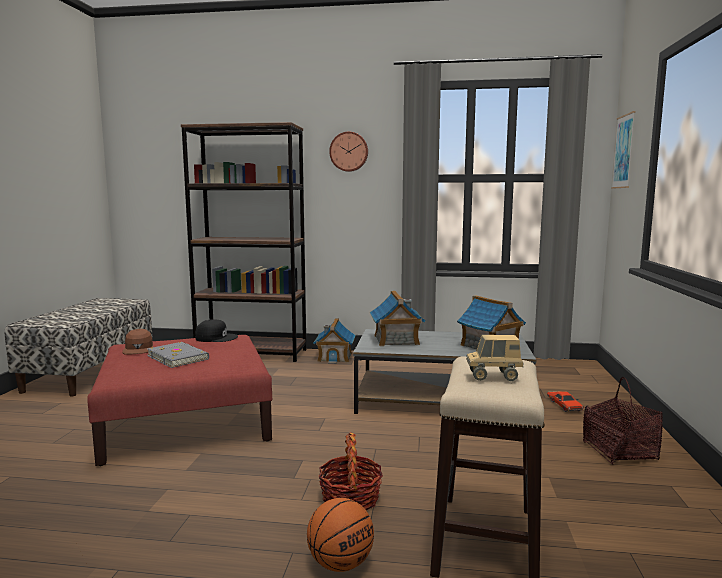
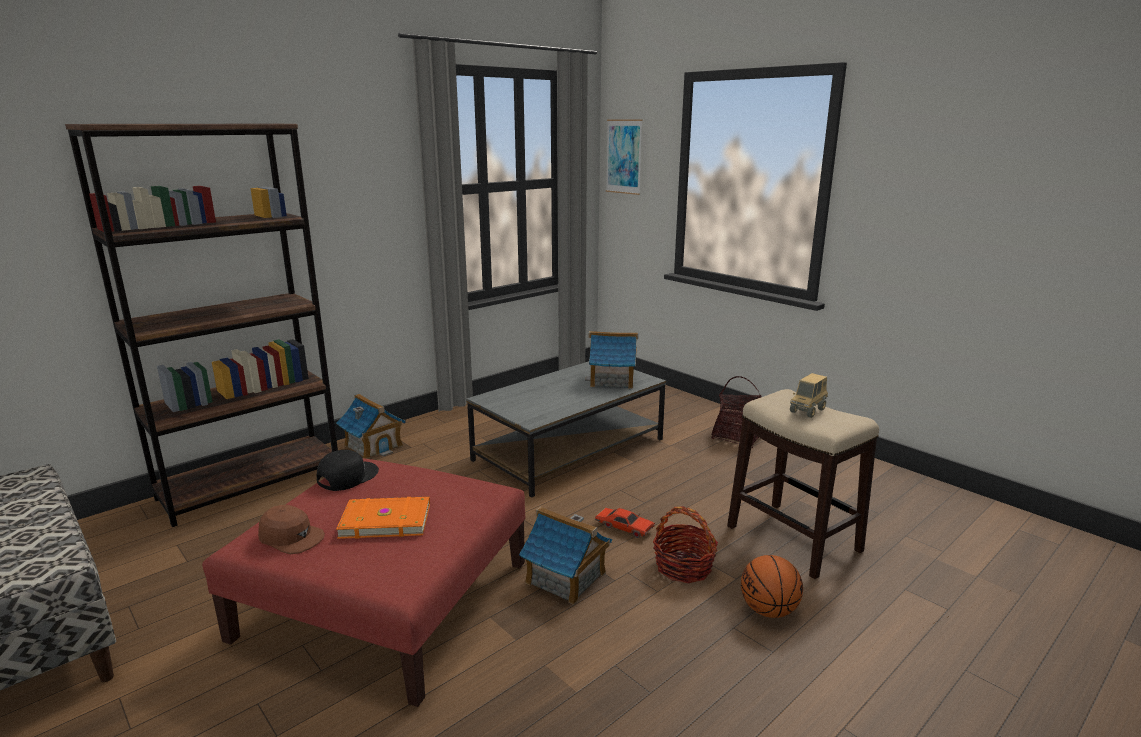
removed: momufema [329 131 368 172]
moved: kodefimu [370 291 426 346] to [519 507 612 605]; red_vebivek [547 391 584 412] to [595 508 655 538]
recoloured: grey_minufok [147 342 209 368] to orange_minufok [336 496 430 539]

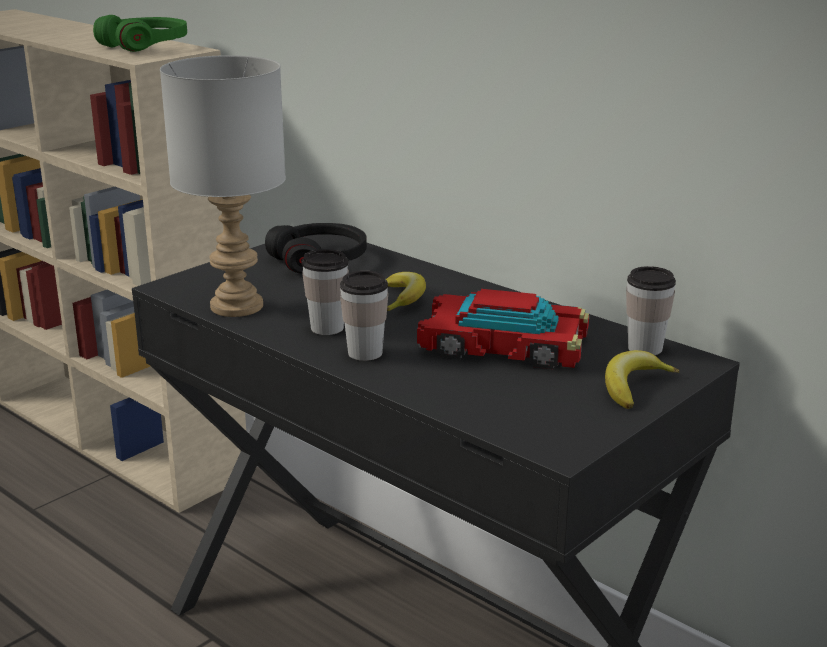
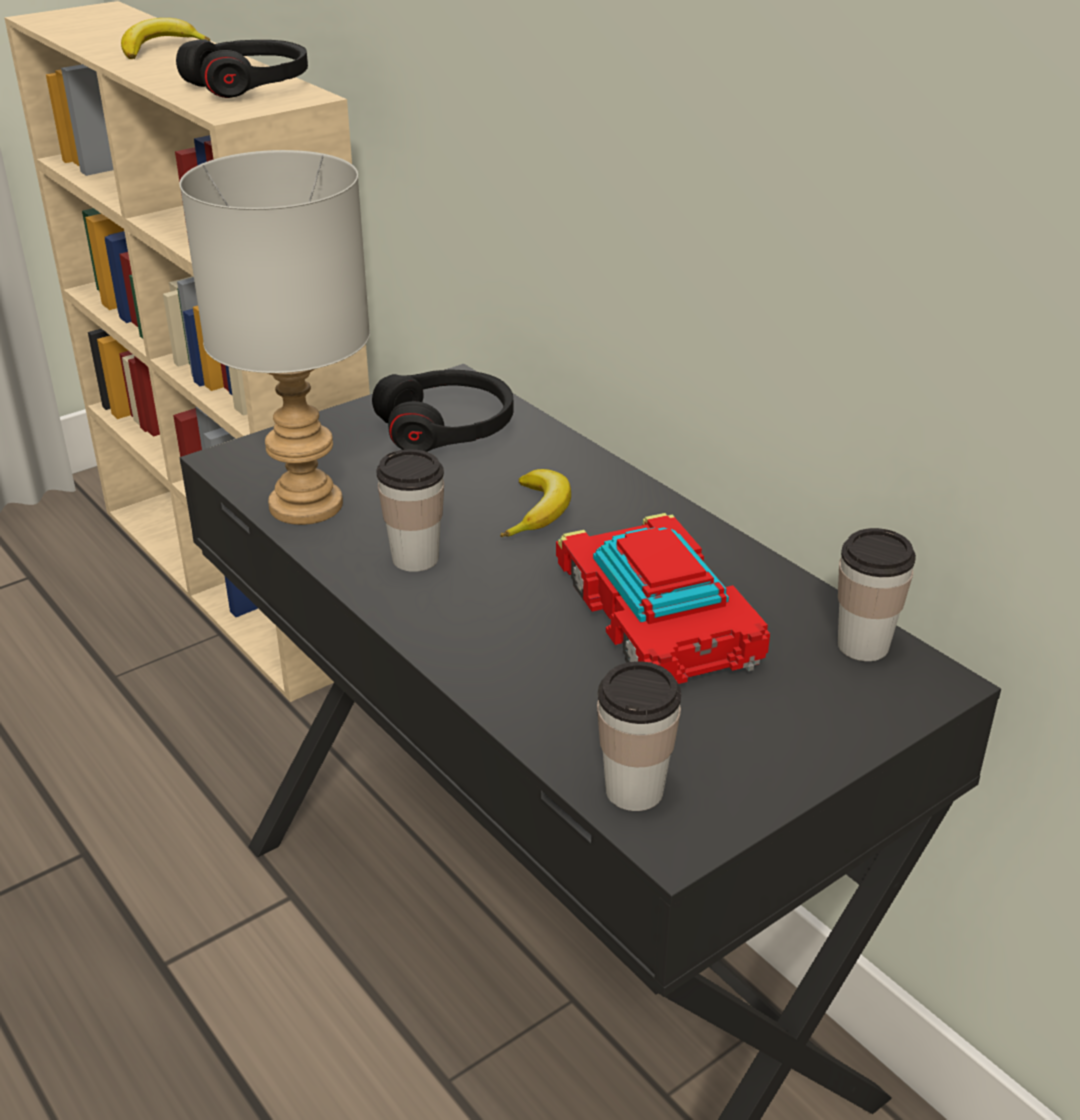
moved: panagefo [340 271 388 361] to [597 661 681 811]; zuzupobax [605 350 679 409] to [121 18 210 59]
recoloured: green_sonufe [93 15 187 52] to black_sonufe [176 39 308 98]
turned: vebivek [417 289 589 369] = [556 513 770 684] 135 degrees counterclockwise

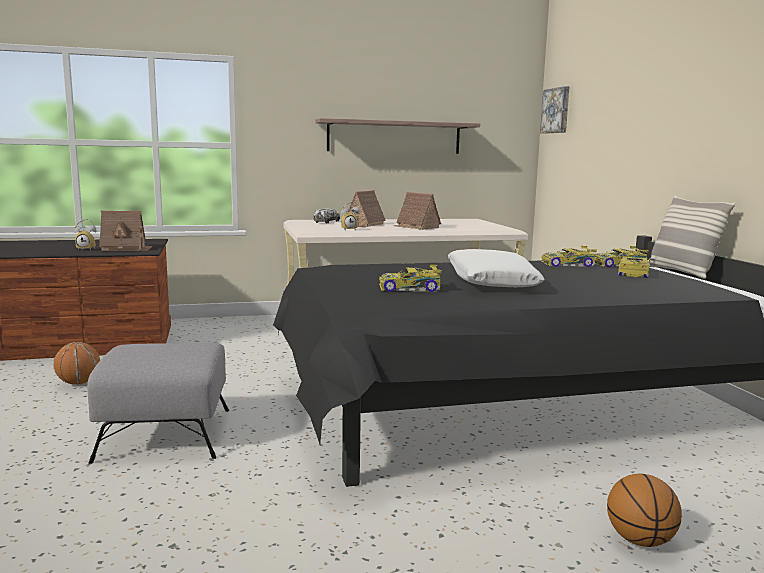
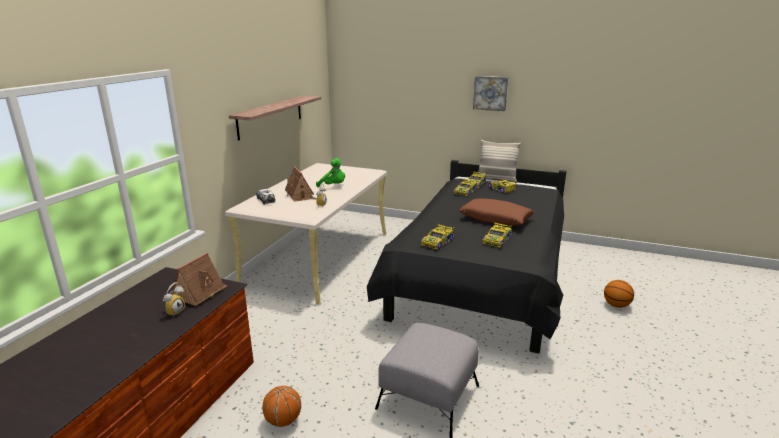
added: vebivek [421 224 455 250]
moved: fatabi [540 86 570 134] to [473 76 508 111]
replaced: kodefimu [394 192 441 230] to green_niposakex [316 158 345 187]
recoloured: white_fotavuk [448 249 545 287] to brown_fotavuk [459 198 534 226]

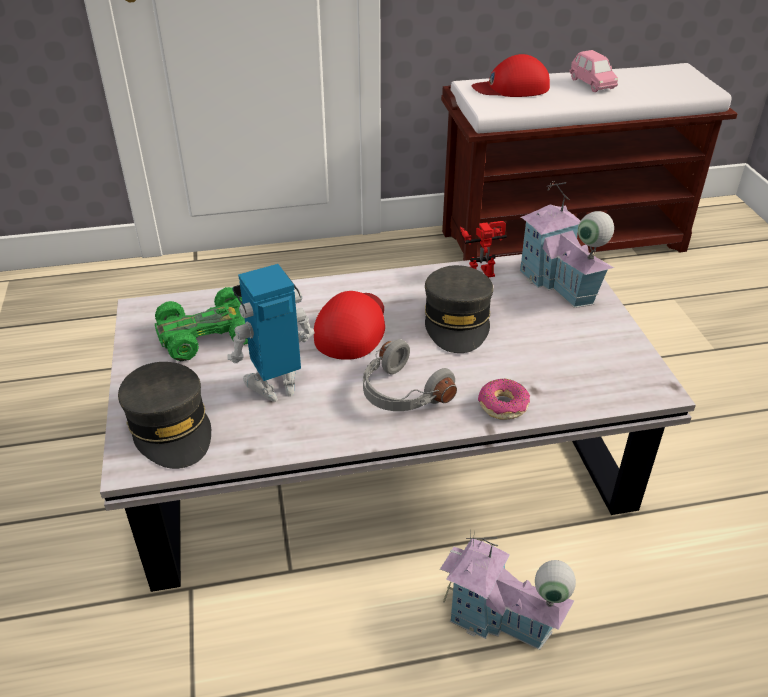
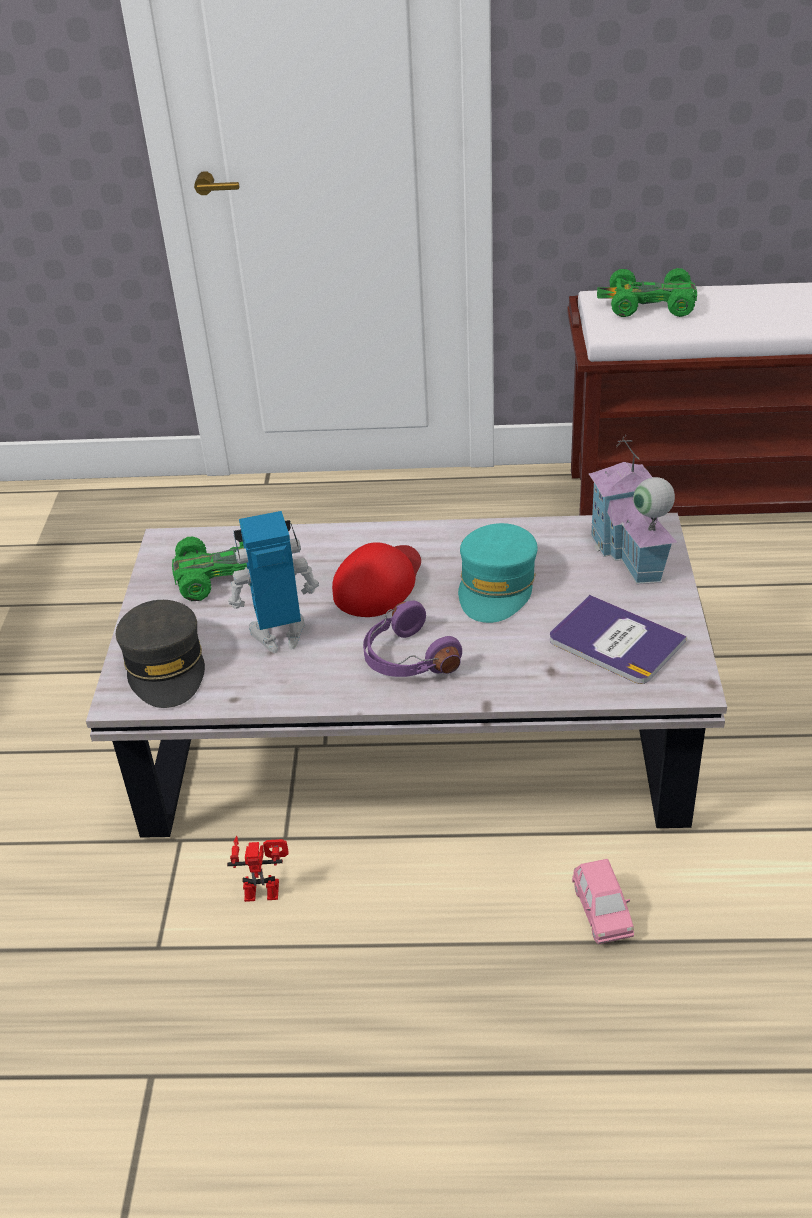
removed: kodefimu [440 530 576 650]; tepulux [478 378 530 420]
added: minufok [550 595 687 684]
moved: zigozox [460 221 507 277] to [227 836 288 902]; pink_vebivek [570 50 618 92] to [572 859 634 944]
replaced: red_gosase [472 54 550 97] to green_vebivek [597 268 697 317]
recoloured: grey_sonufe [363 339 457 411] to purple_sonufe [363 601 462 677]; grey_gosase [425 265 493 353] to turquoise_gosase [458 523 538 623]

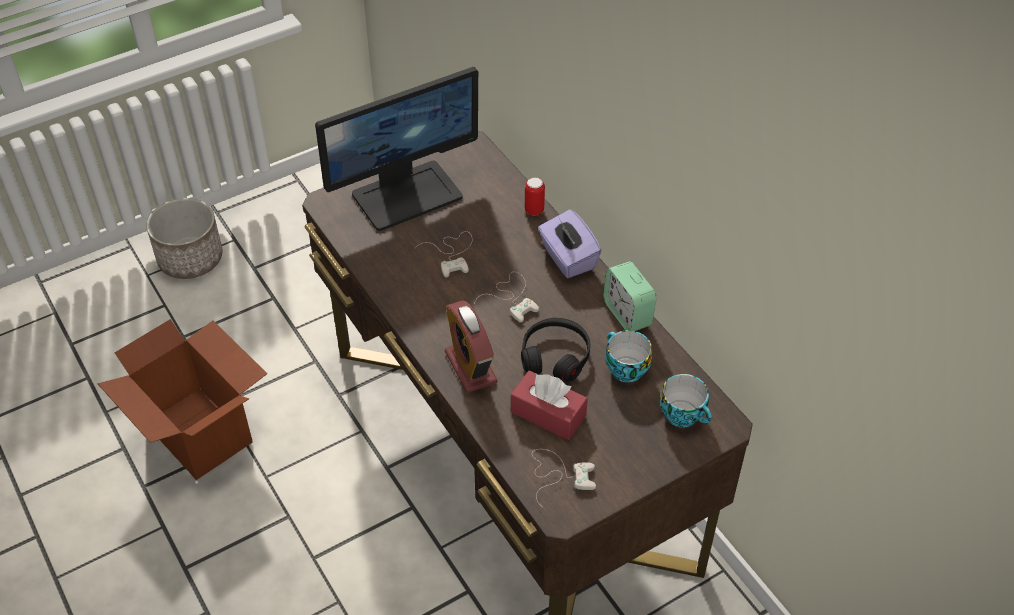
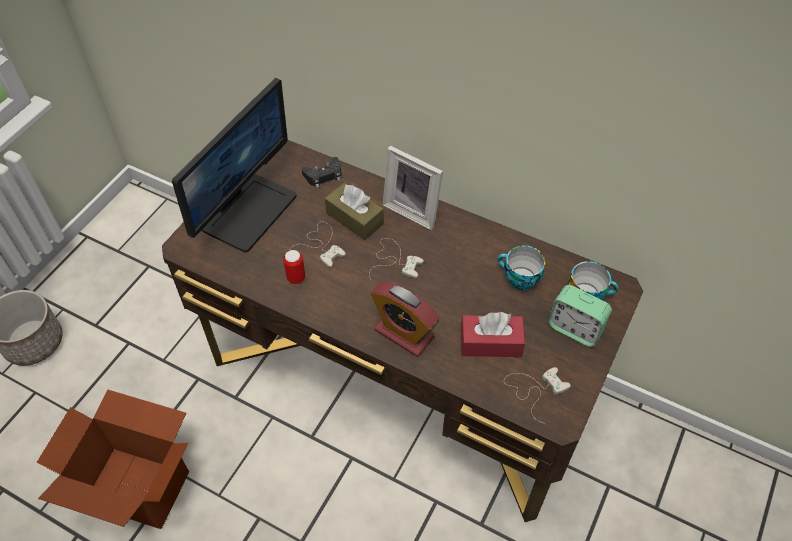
removed: black_sonufe [521 318 590 382]
added: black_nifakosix [302 157 342 188]; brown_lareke [325 183 384 240]
moved: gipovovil [525 177 545 215] to [283 250 305 284]; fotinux [603 261 657 331] to [548 285 612 347]
replaced: purple_lareke [538 209 602 278] to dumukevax [383 146 443 230]

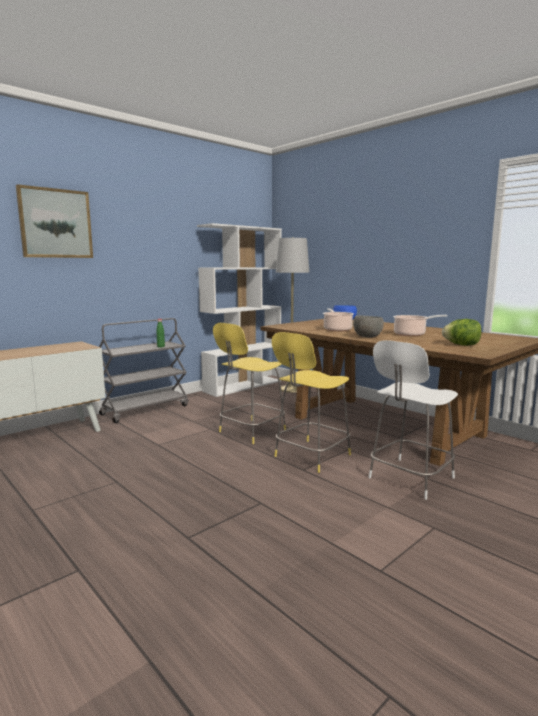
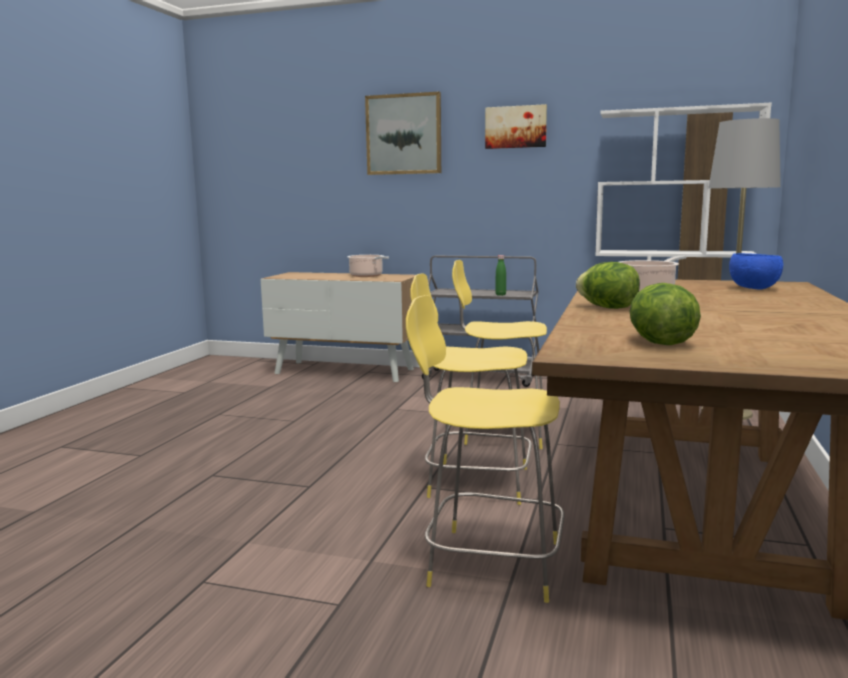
added: fatabi [485 104 547 149]
moved: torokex [393 315 448 336] to [347 255 389 277]
replaced: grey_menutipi [353 316 384 338] to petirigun [576 262 640 309]
recoloured: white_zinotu [368 340 458 500] to yellow_zinotu [406 295 565 603]

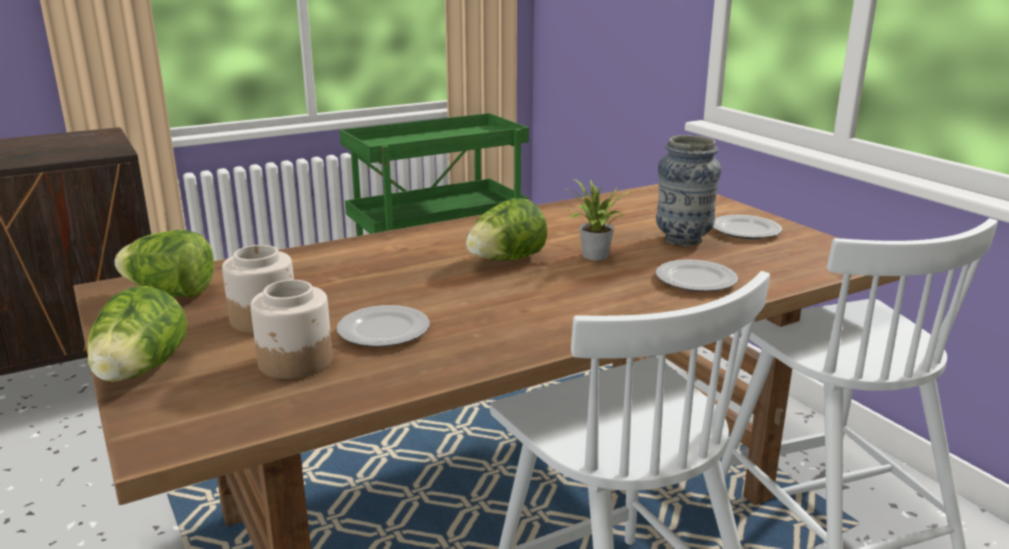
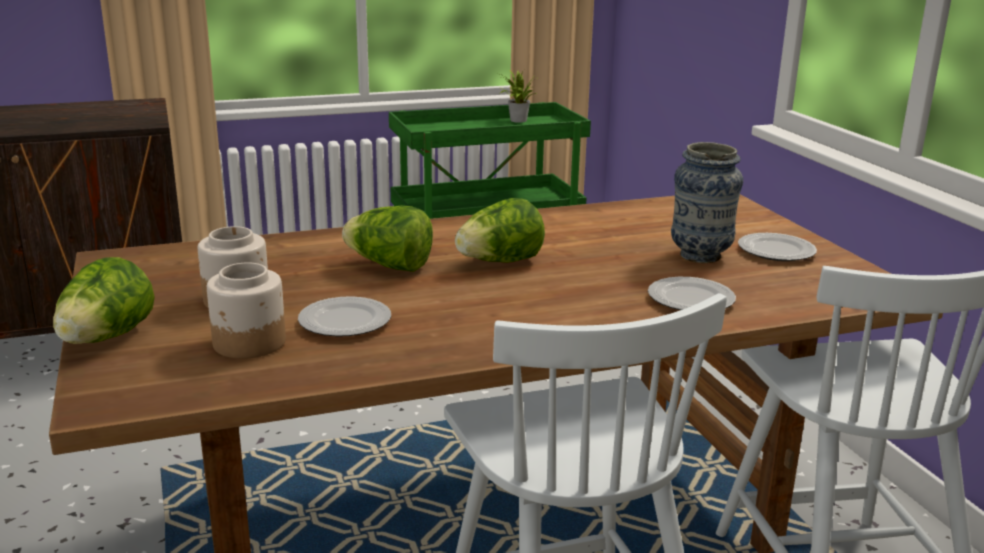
moved: petirigun [115 230 214 297] to [342 205 433 272]; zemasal [564 179 632 261] to [498 70 537 123]

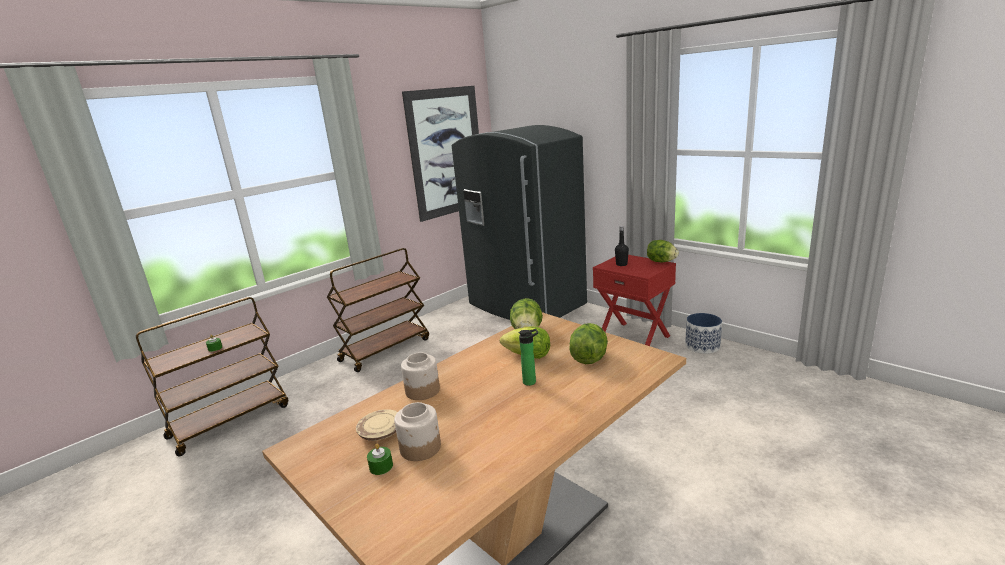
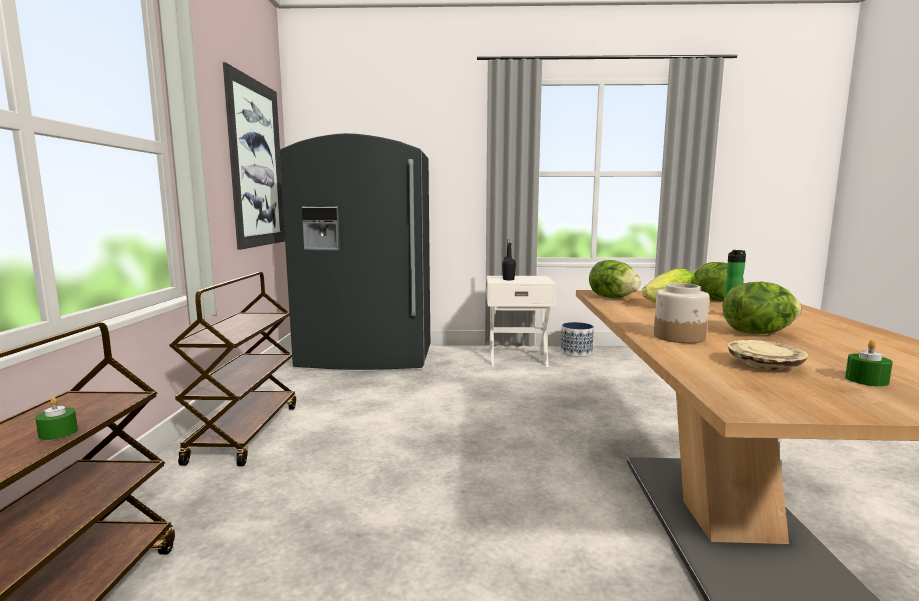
removed: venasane [394 402 441 461]
moved: petirigun [647 240 679 262] to [723 282 802 334]
recoloured: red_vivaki [593 255 676 346] to white_vivaki [486 276 555 367]

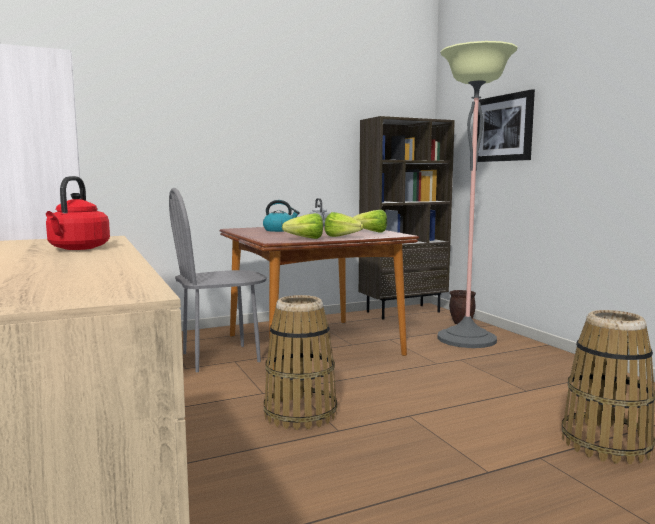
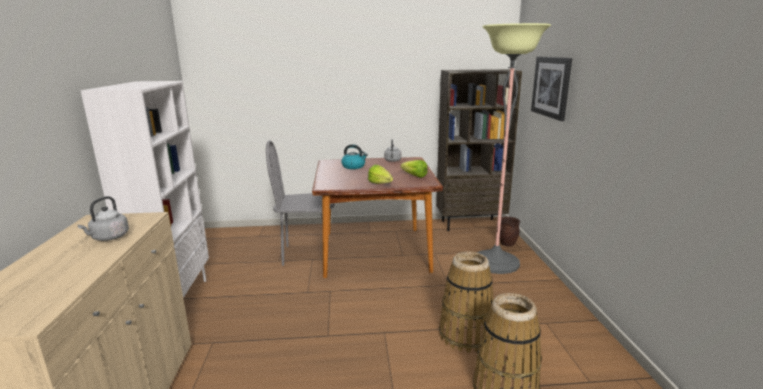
removed: petirigun [282 213 323 239]
moved: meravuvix [264 295 337 430] to [439 251 494 353]
recoloured: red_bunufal [46 176 110 250] to grey_bunufal [78 196 129 241]

